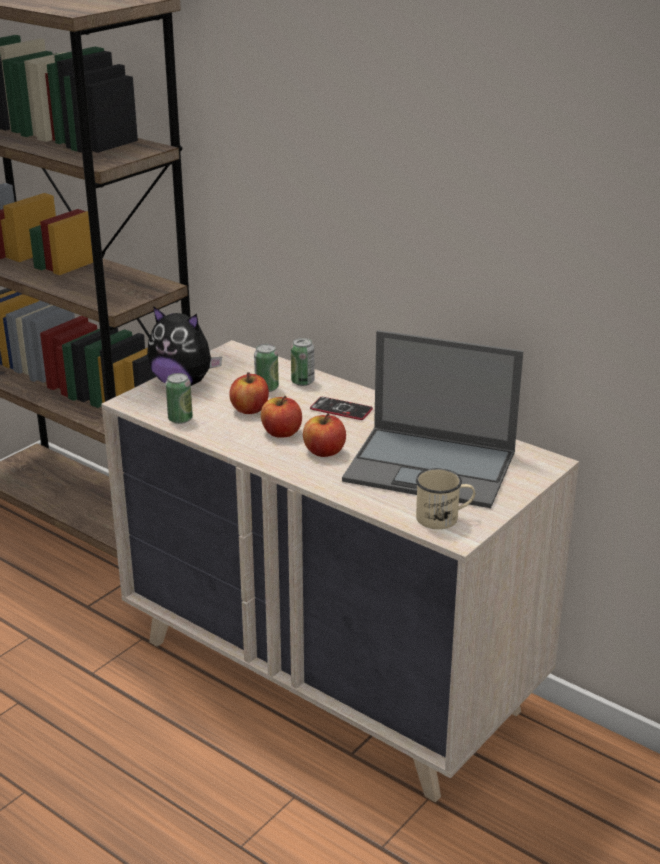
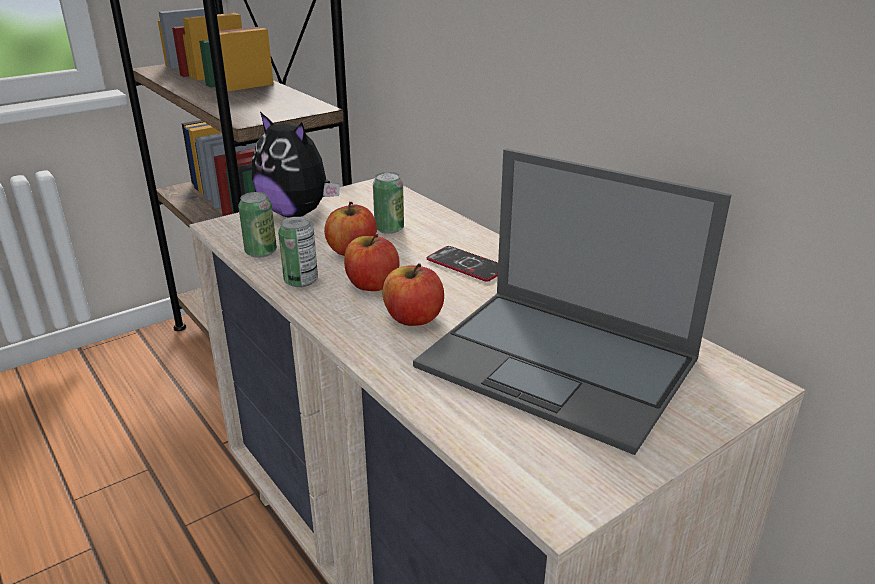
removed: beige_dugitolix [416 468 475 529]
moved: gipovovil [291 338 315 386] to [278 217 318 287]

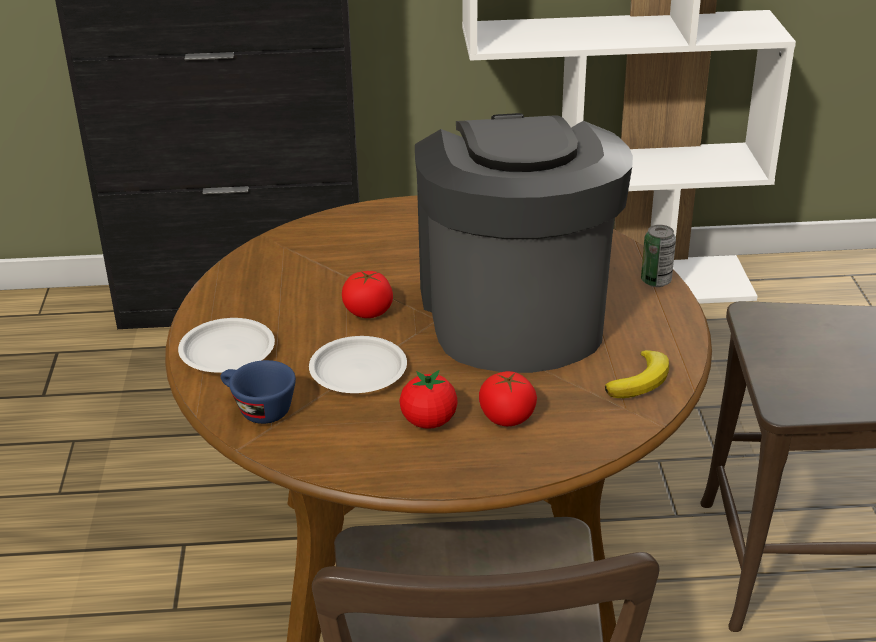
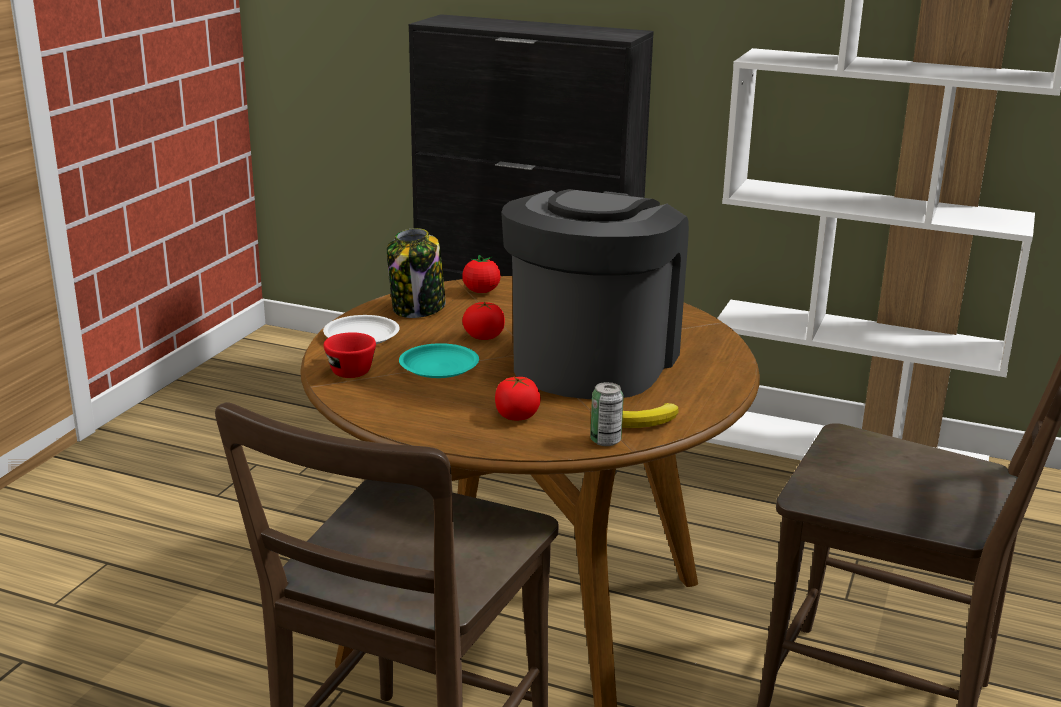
added: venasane [387 228 446 318]
moved: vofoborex [399 370 458 429] to [462 255 501 293]; gipovovil [641 225 676 287] to [590 382 624 446]
recoloured: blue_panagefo [221 360 296 424] to red_panagefo [324 332 376 378]; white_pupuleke [309 336 407 393] to turquoise_pupuleke [399 343 479 378]

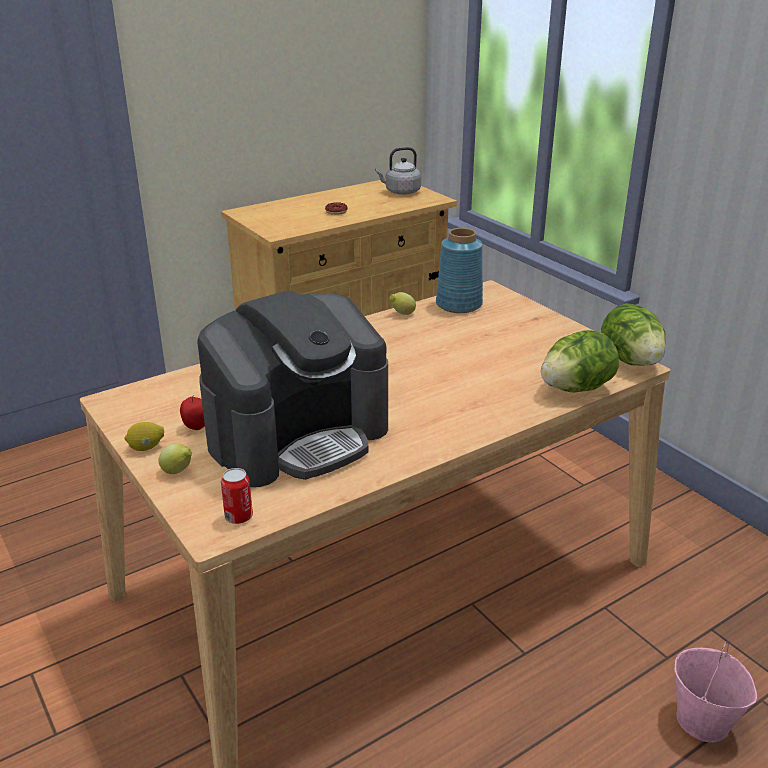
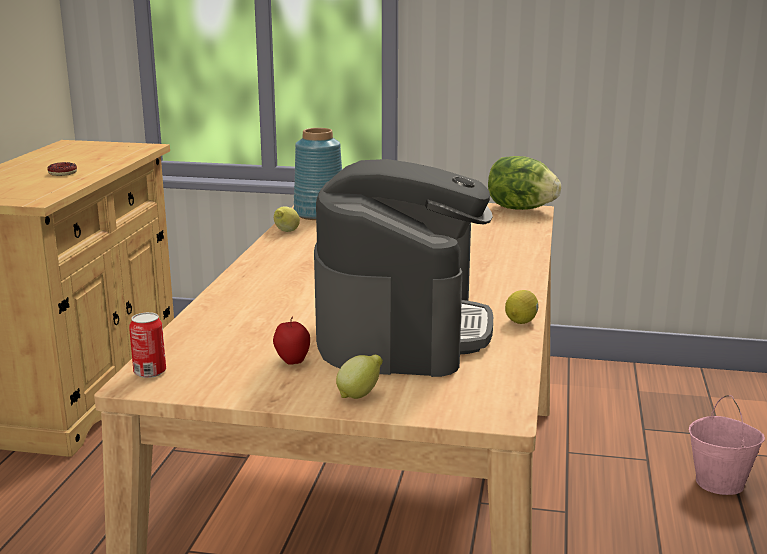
removed: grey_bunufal [375 147 421 195]; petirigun [541 330 619 392]
moved: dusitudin [124 422 164 451] to [505 290 539 324]; gipovovil [221 468 253 524] to [129 312 166 378]

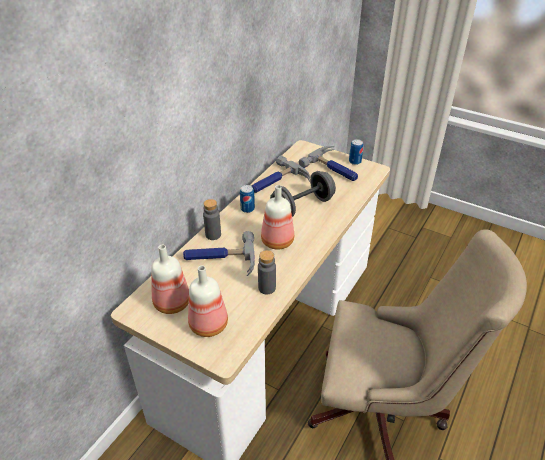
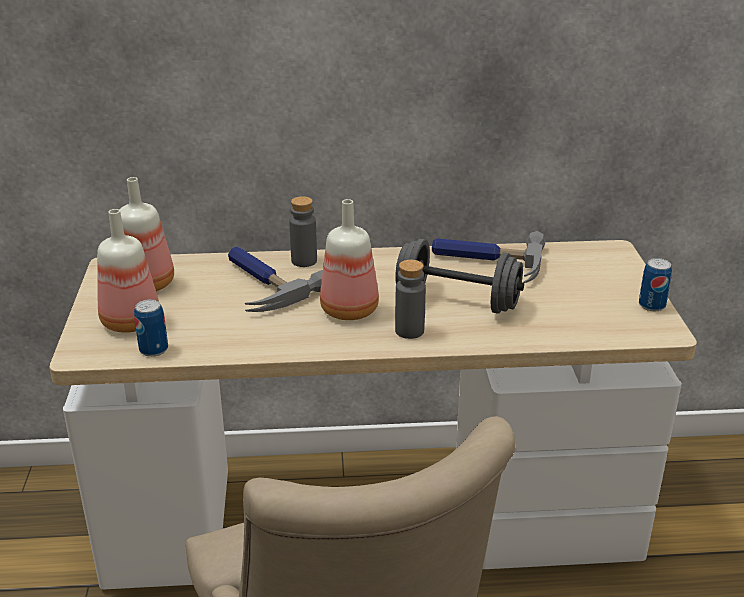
removed: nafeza [299 146 358 181]
moved: gipovovil [240 185 255 213] to [134 299 168 357]; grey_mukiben [258 250 276 294] to [395 260 426 339]

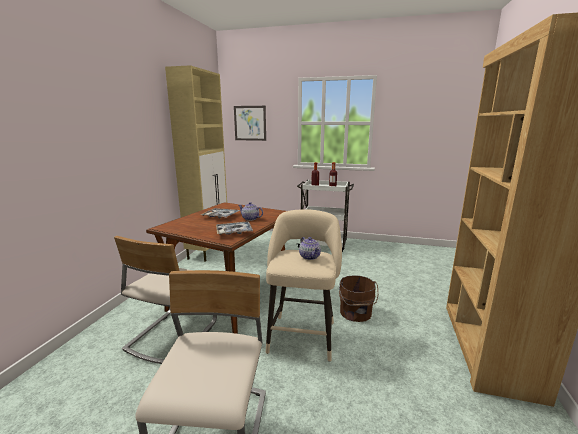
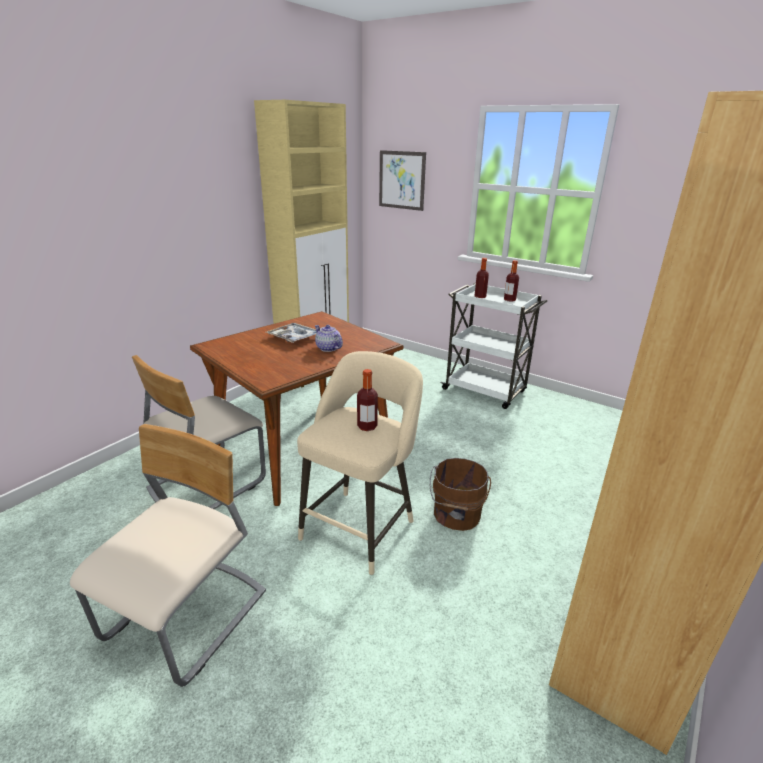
removed: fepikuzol [216 221 253 235]
replaced: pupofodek [299 237 321 260] to mukiben [357 369 378 431]

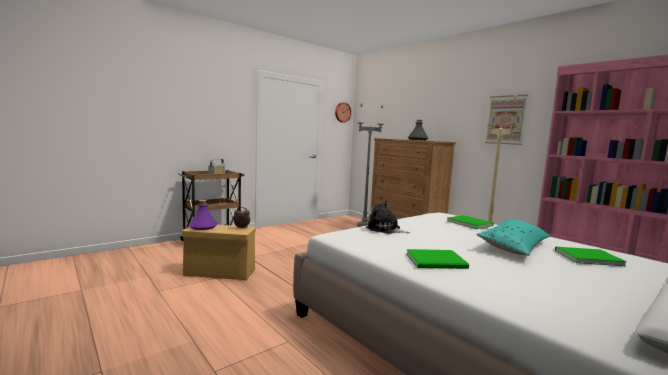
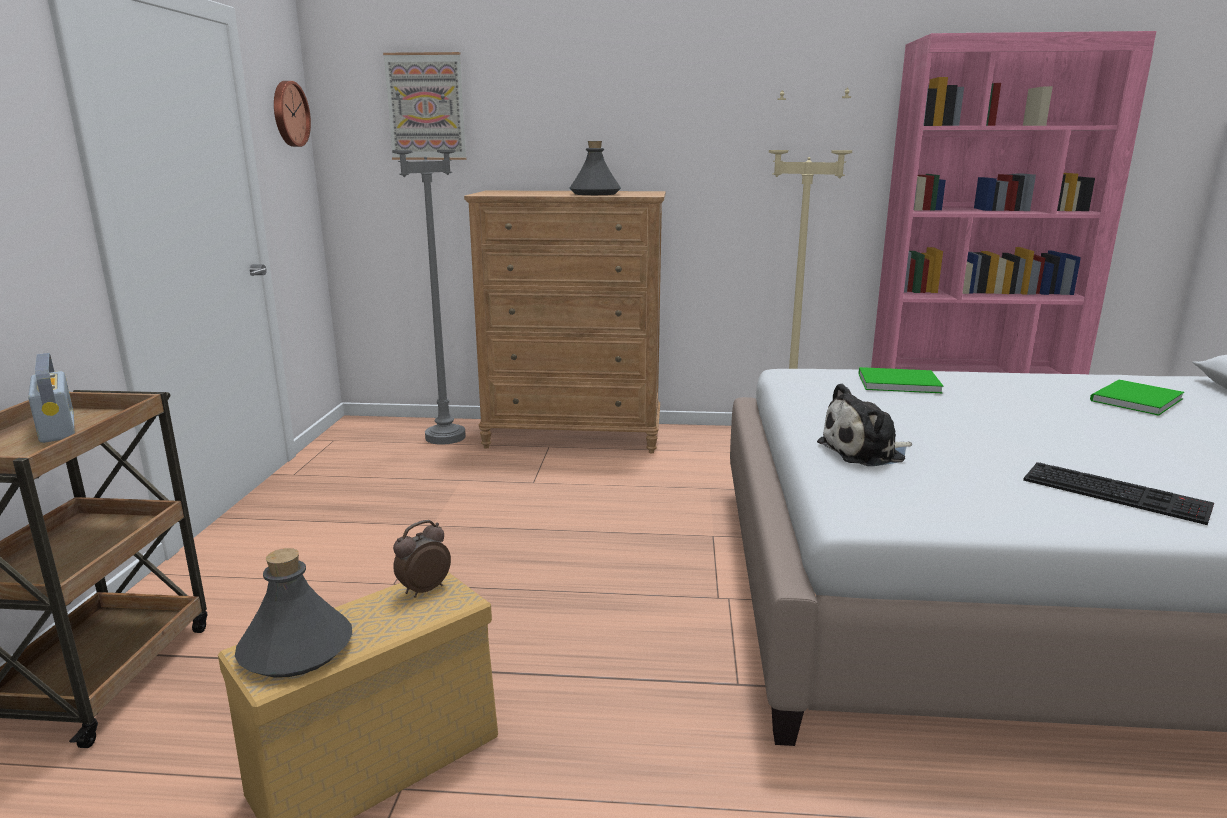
removed: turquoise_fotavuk [477 220 550 256]
moved: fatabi [485 94 528 145] to [383 52 466 160]
replaced: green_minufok [406 249 469 269] to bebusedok [1023 462 1214 525]
recoloured: purple_mukiben [188 200 218 230] to grey_mukiben [235 548 352 678]

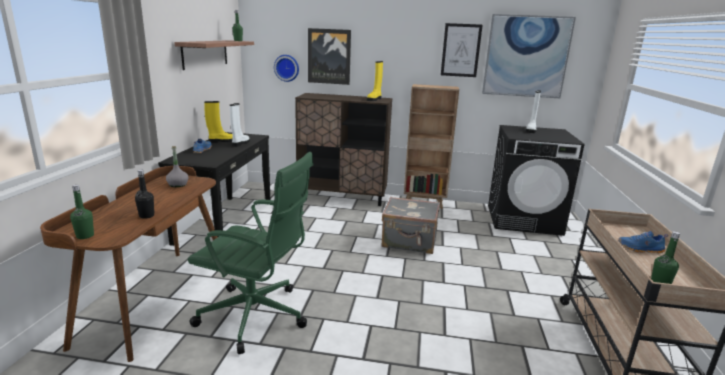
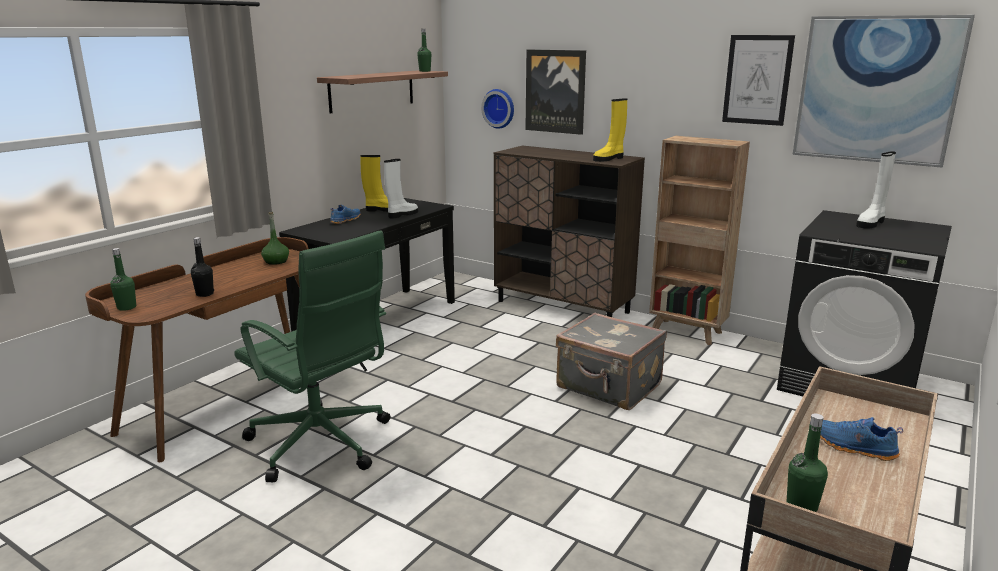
recoloured: grey_mukiben [166 146 189 187] to green_mukiben [261 212 289 265]

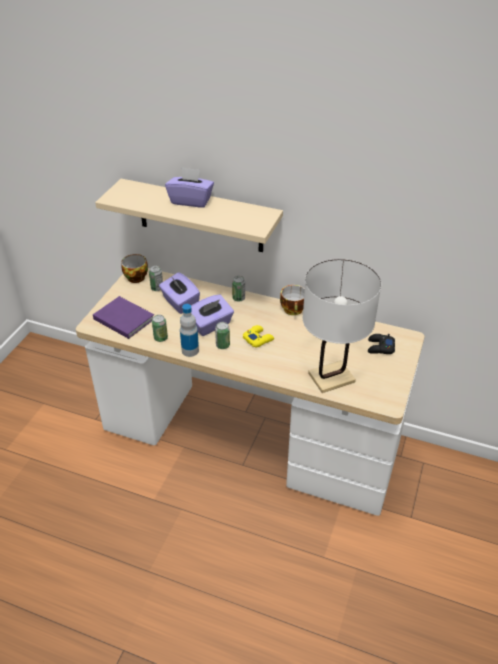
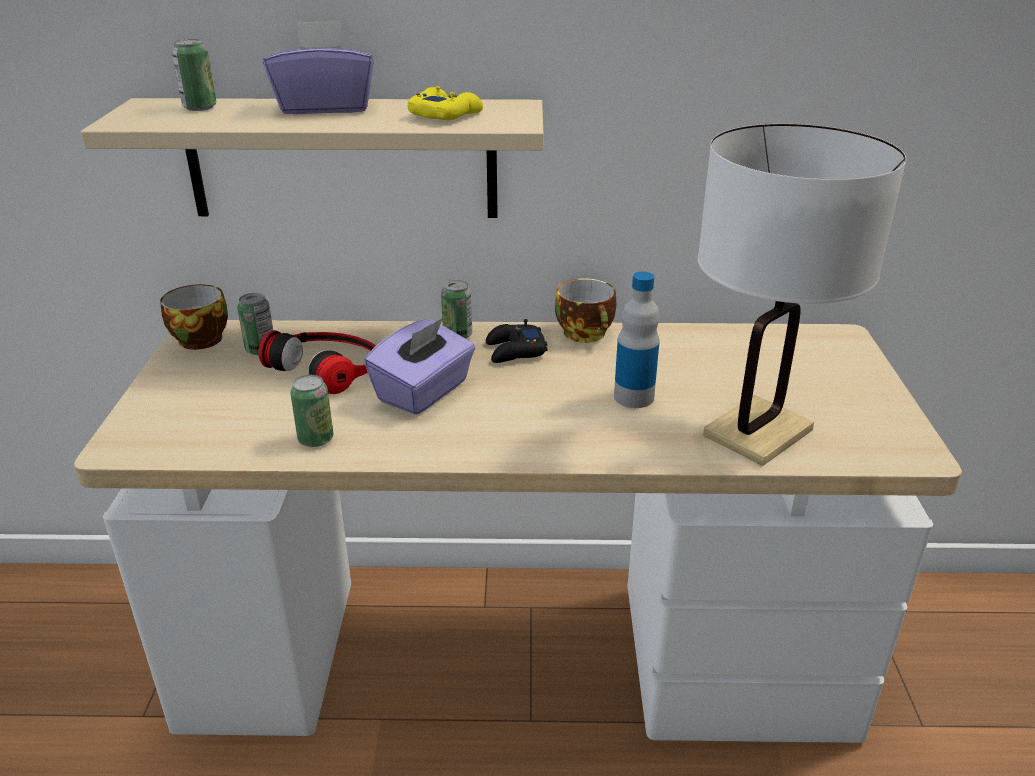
removed: purple_minufok [93 296 154 339]
moved: mukiben [180 304 199 357] to [614 271 660 408]; gipovovil [215 322 230 349] to [172 39 216 111]; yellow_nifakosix [243 325 274 347] to [407 86 483 120]; black_nifakosix [368 334 395 354] to [486 319 547 363]
replaced: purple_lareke [159 273 200 314] to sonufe [258 330 376 394]

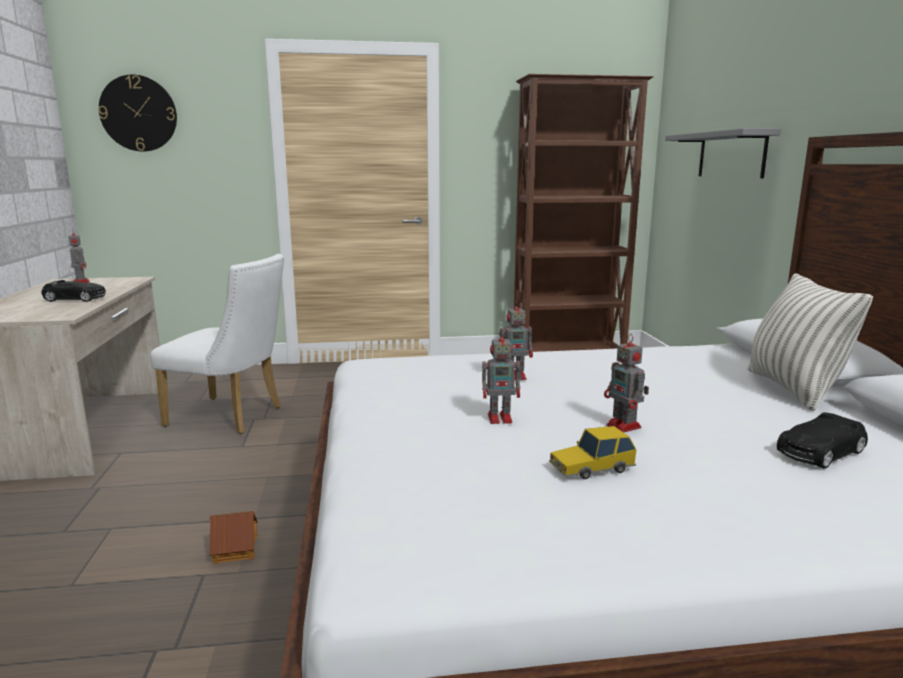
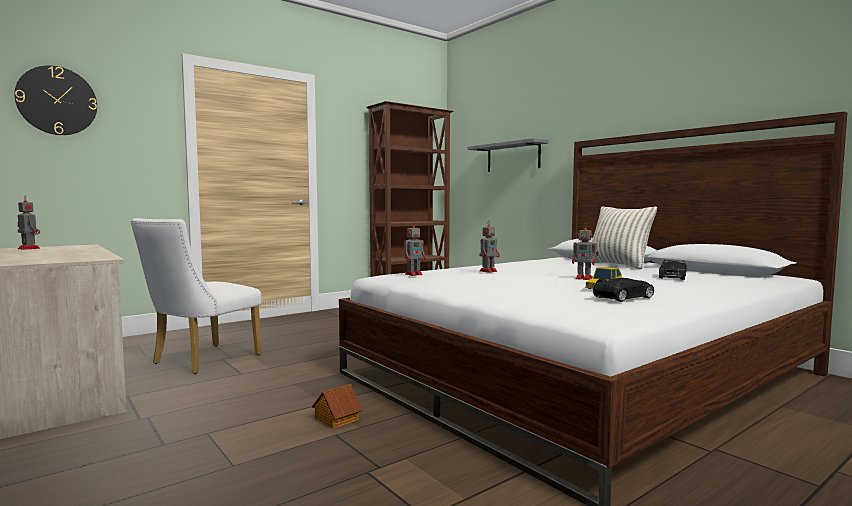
moved: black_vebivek [41 280 106 302] to [593 278 654 302]; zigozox [482 329 522 424] to [404 222 426 276]
turned: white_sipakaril [150 254 284 434] = [131 218 262 374] 135 degrees clockwise

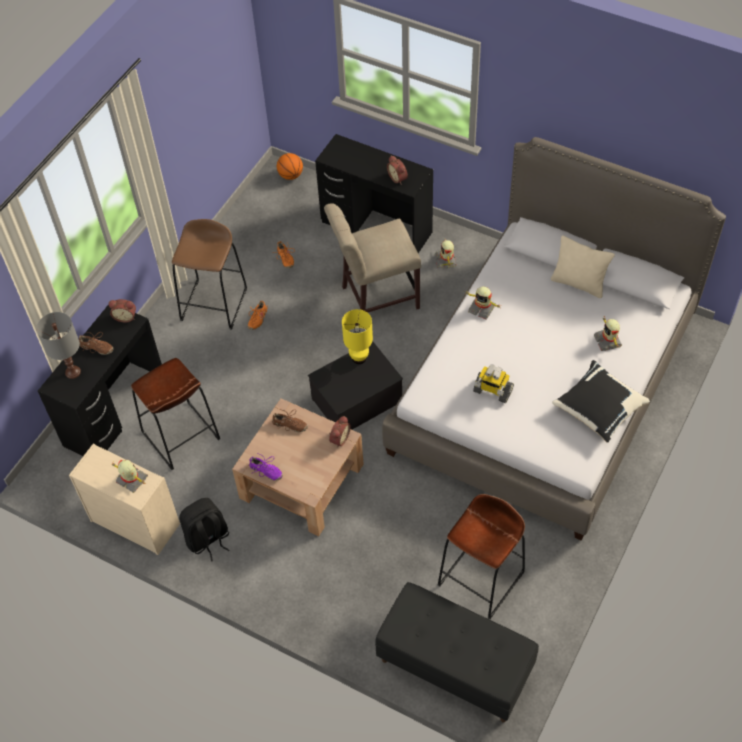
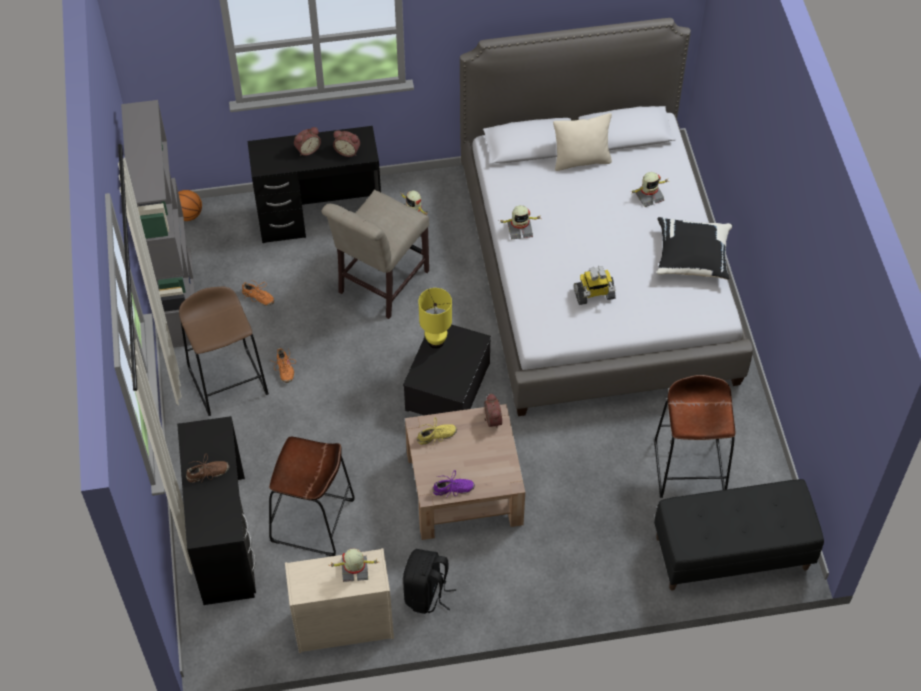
removed: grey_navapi [36 312 81 379]
added: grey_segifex [121 100 195 348]
moved: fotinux [109 299 136 323] to [294 127 321 156]
recoloured: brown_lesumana [272 409 308 432] to yellow_lesumana [417 417 457 445]
turned: zigozox [594 316 622 351] = [631 172 668 207] 60 degrees counterclockwise

